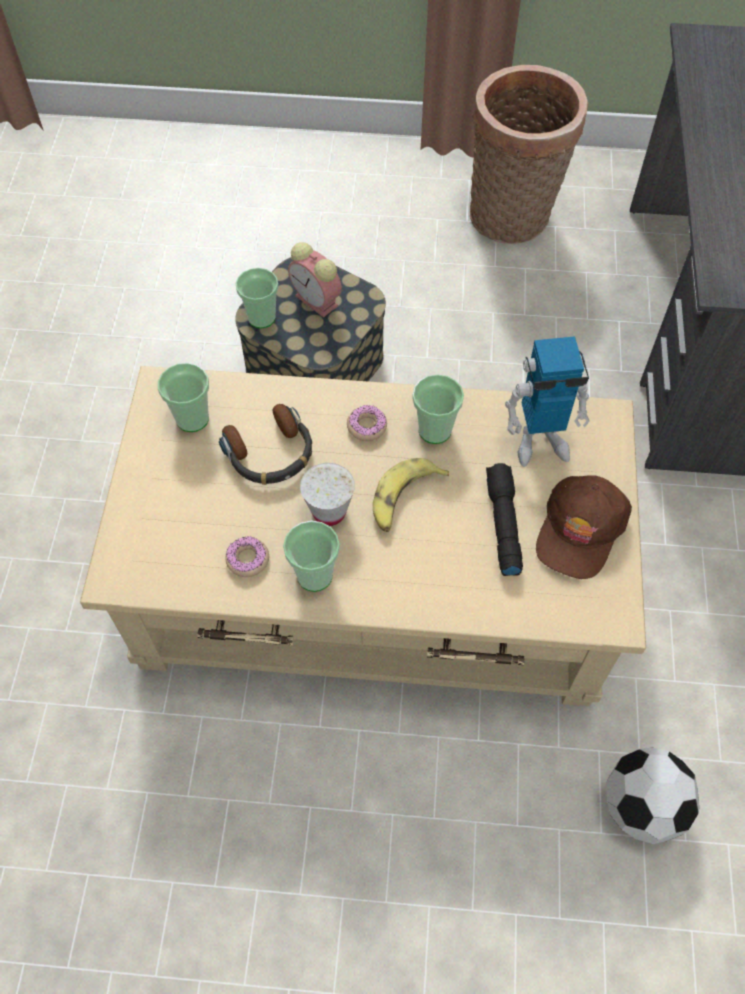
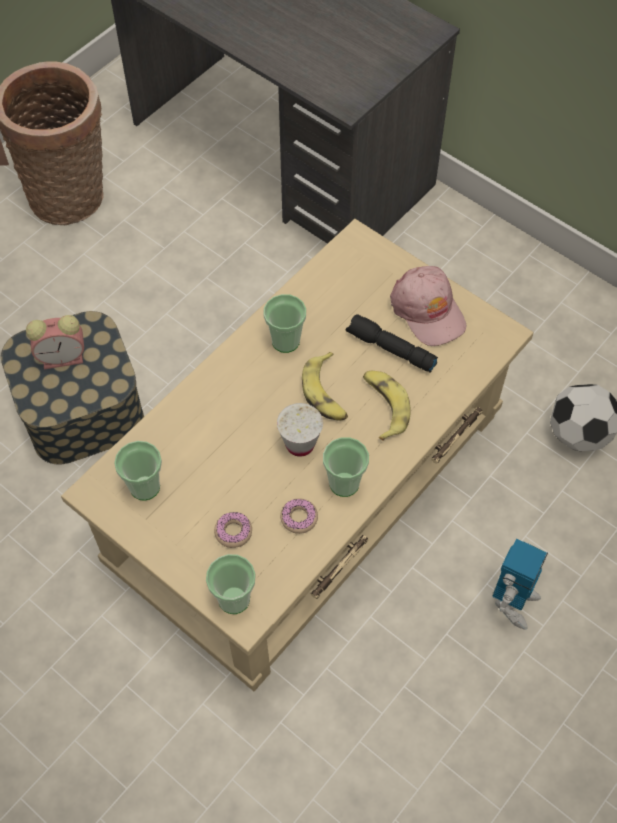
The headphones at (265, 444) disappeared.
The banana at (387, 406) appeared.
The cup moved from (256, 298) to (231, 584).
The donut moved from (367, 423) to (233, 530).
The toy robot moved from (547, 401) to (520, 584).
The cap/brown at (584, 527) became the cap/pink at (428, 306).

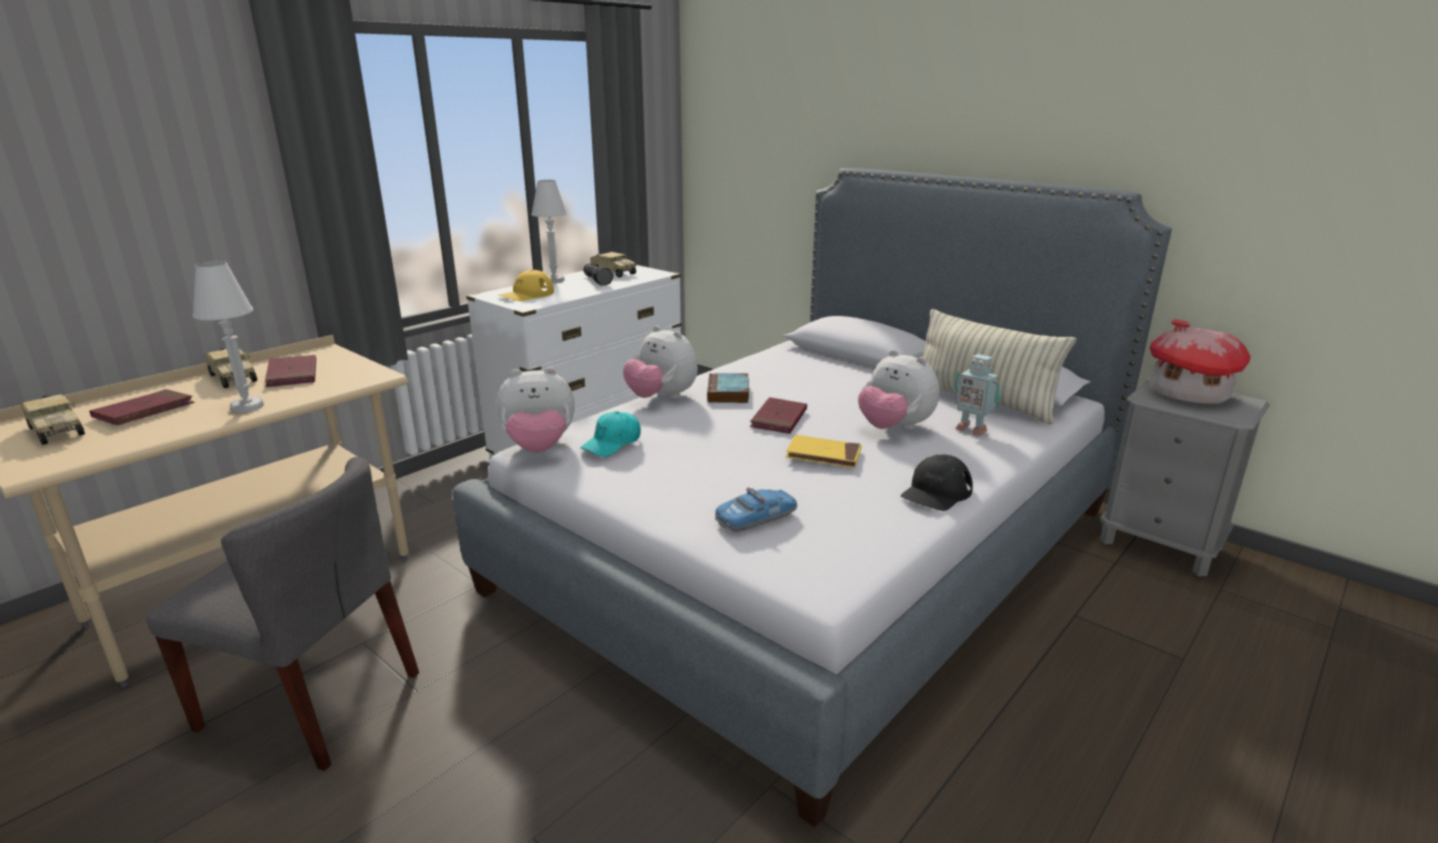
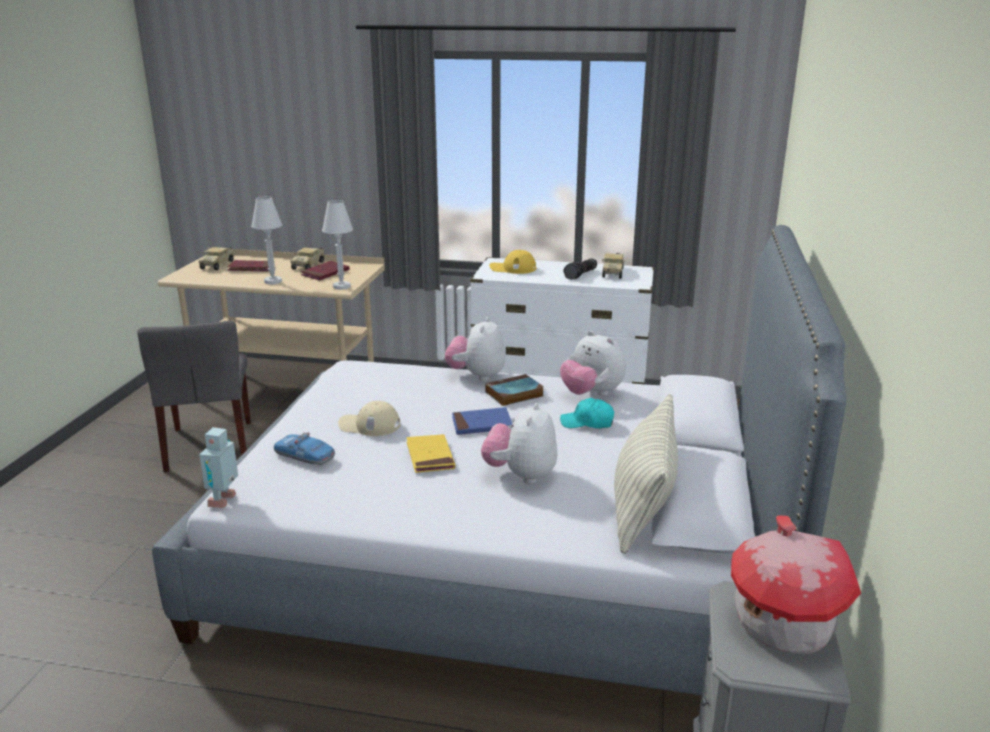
The cap/black at (937, 482) disappeared.
The cap/beige at (369, 418) appeared.
The plush toy moved from (535, 410) to (593, 363).
The table lamp/white moved from (549, 231) to (337, 245).
The cap/turquoise moved from (611, 434) to (587, 413).
The toy robot moved from (977, 395) to (218, 467).
The book/red at (778, 415) became the book/blue at (482, 421).

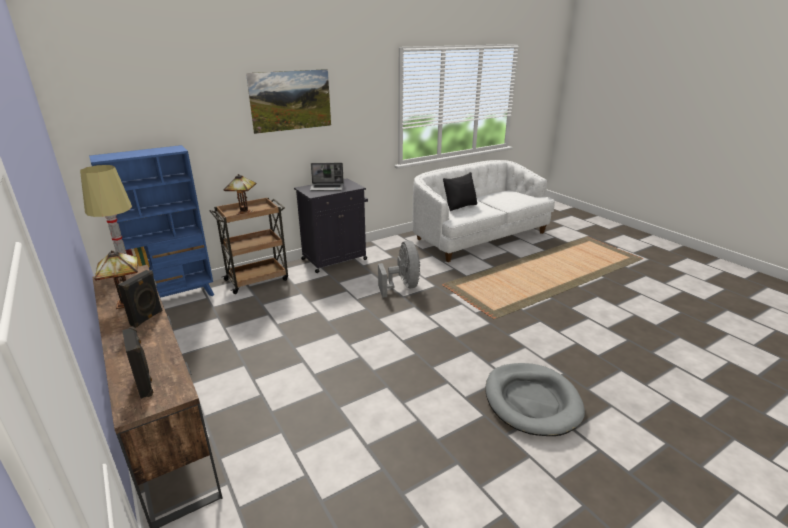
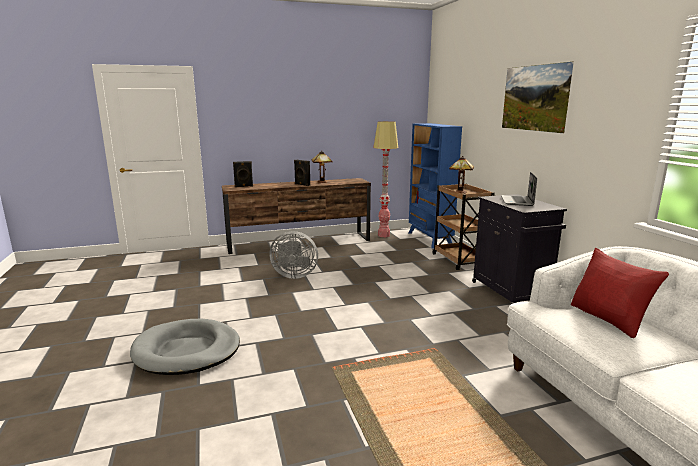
The fan/grey moved from (399, 269) to (293, 255).
The pillow/black at (460, 191) became the pillow/red at (620, 293).

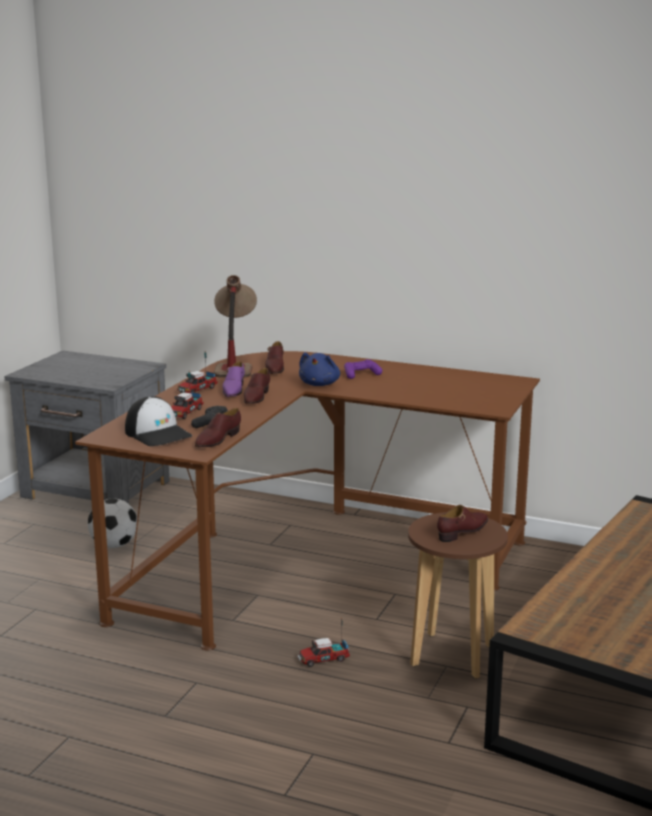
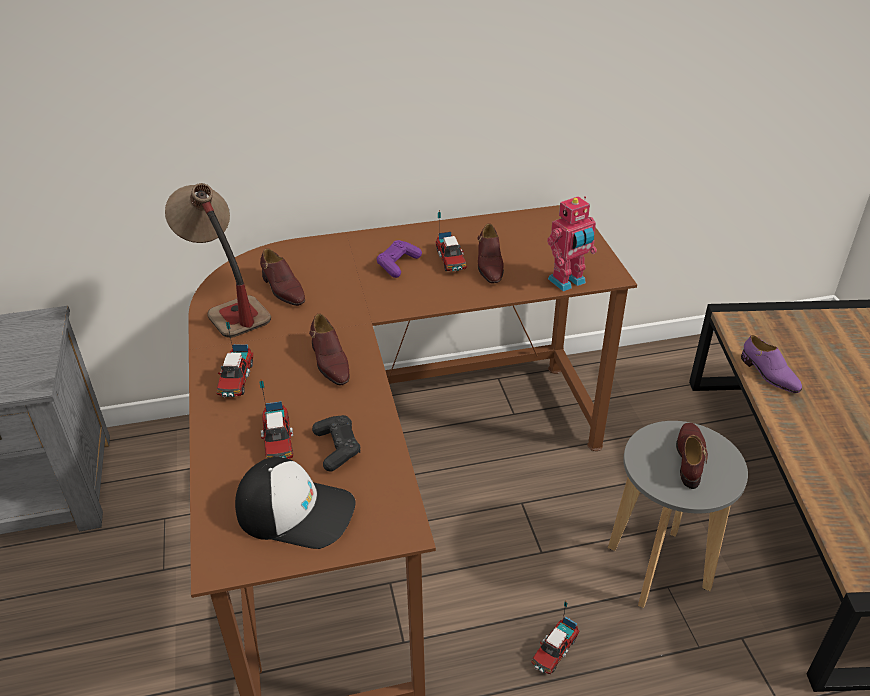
The football at (112, 523) disappeared.
The plush toy/blue at (319, 369) disappeared.
The toy truck at (451, 240) appeared.
The toy robot at (572, 244) appeared.
The shoe/brown moved from (218, 427) to (490, 253).
The shoe/purple moved from (233, 379) to (771, 364).
The stool/brown at (458, 595) became the stool/grey at (678, 514).

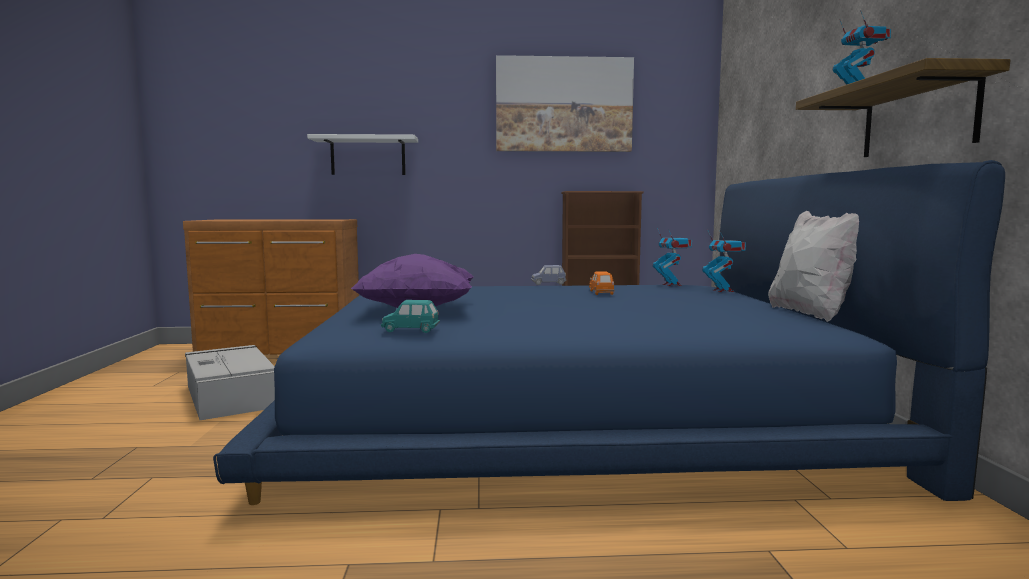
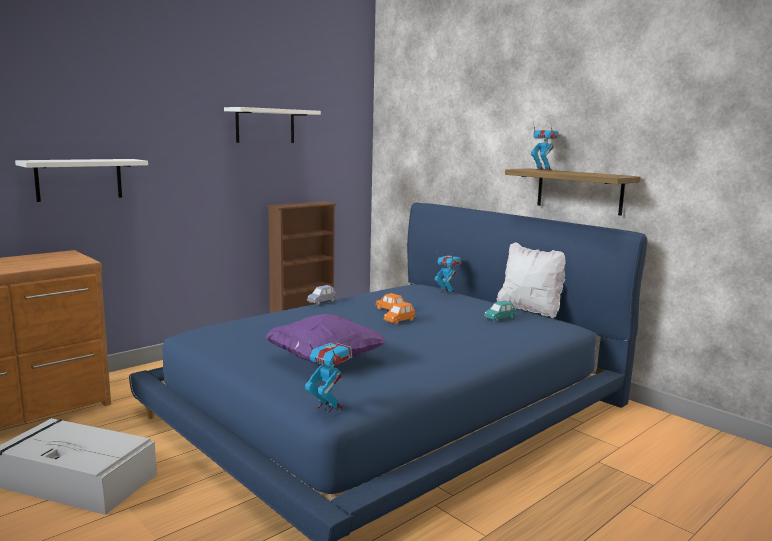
The toy car/orange at (399, 313) appeared.
The toy car/turquoise moved from (410, 316) to (500, 311).
The toy robot moved from (672, 257) to (328, 375).
The picture at (565, 103) was replaced by the shelf/white at (272, 125).

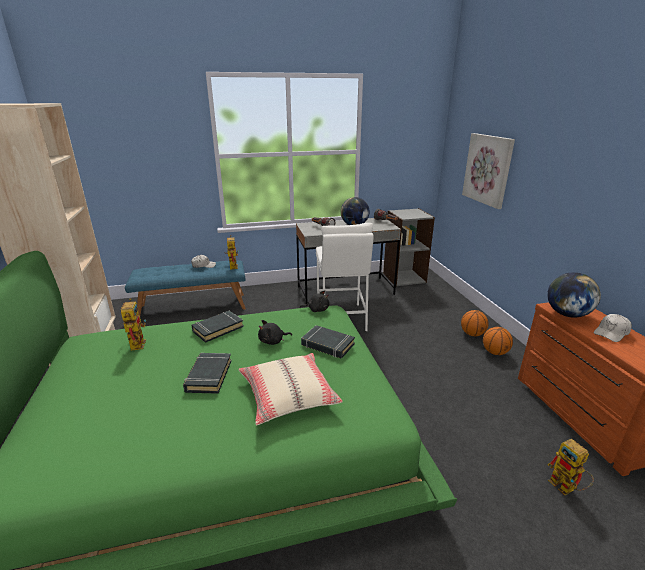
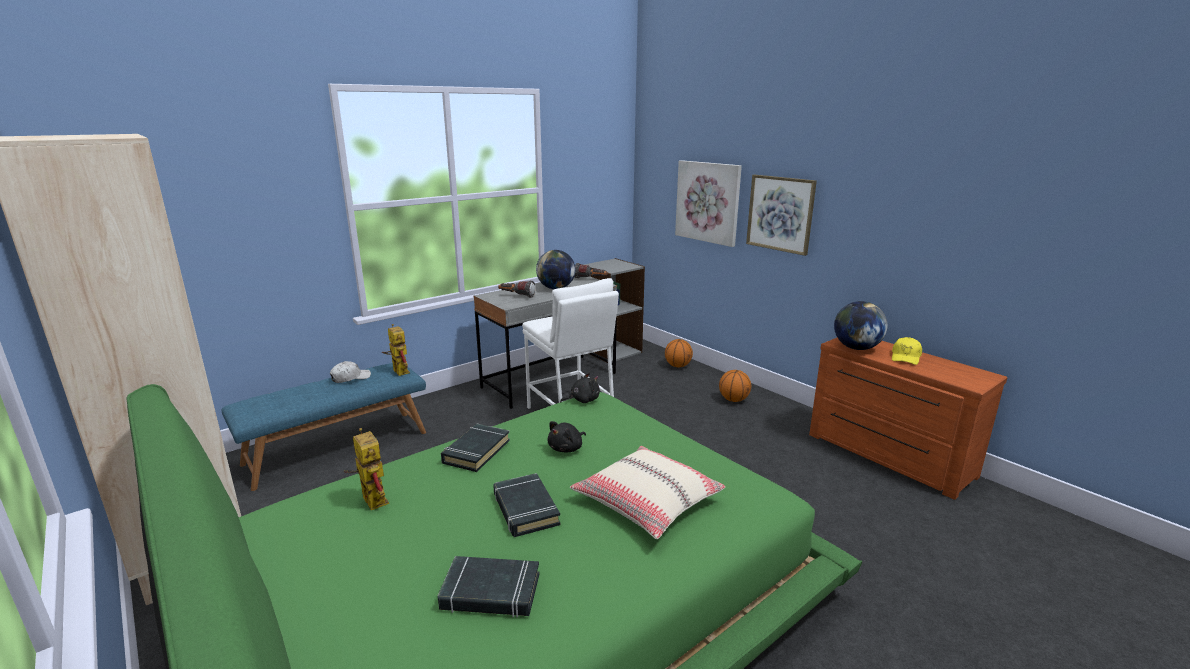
The toy robot at (570, 467) disappeared.
The picture at (781, 215) appeared.
The book/black moved from (328, 342) to (488, 586).
The basketball moved from (498, 341) to (679, 353).
The cap/white at (613, 328) became the cap/yellow at (907, 351).

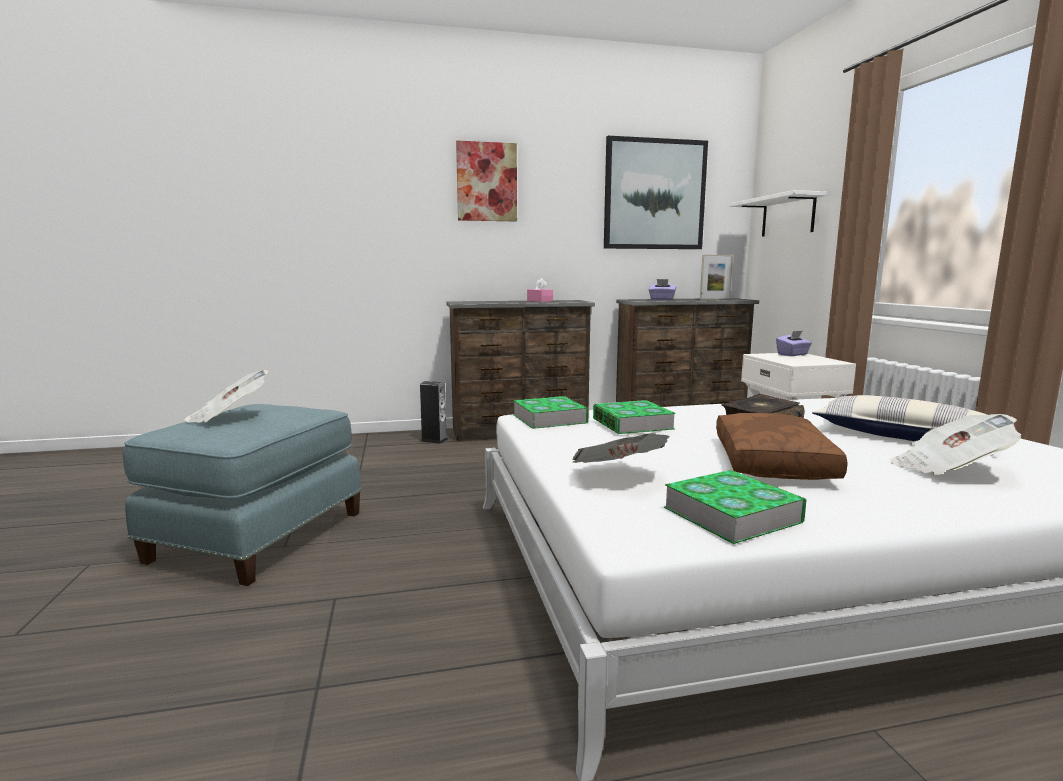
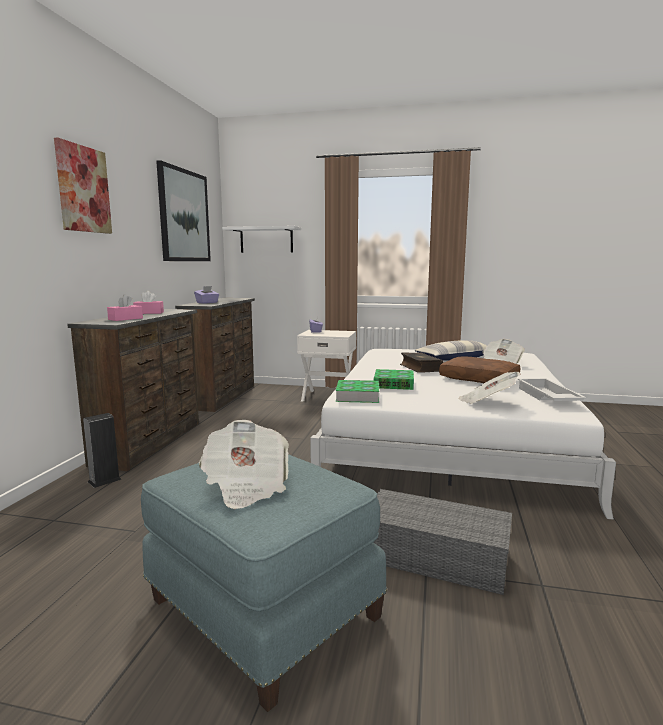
The picture frame at (716, 277) disappeared.
The tissue box/pink at (125, 307) appeared.
The storage box/grey at (442, 542) appeared.
The book at (735, 507) was replaced by the tray/white at (552, 389).

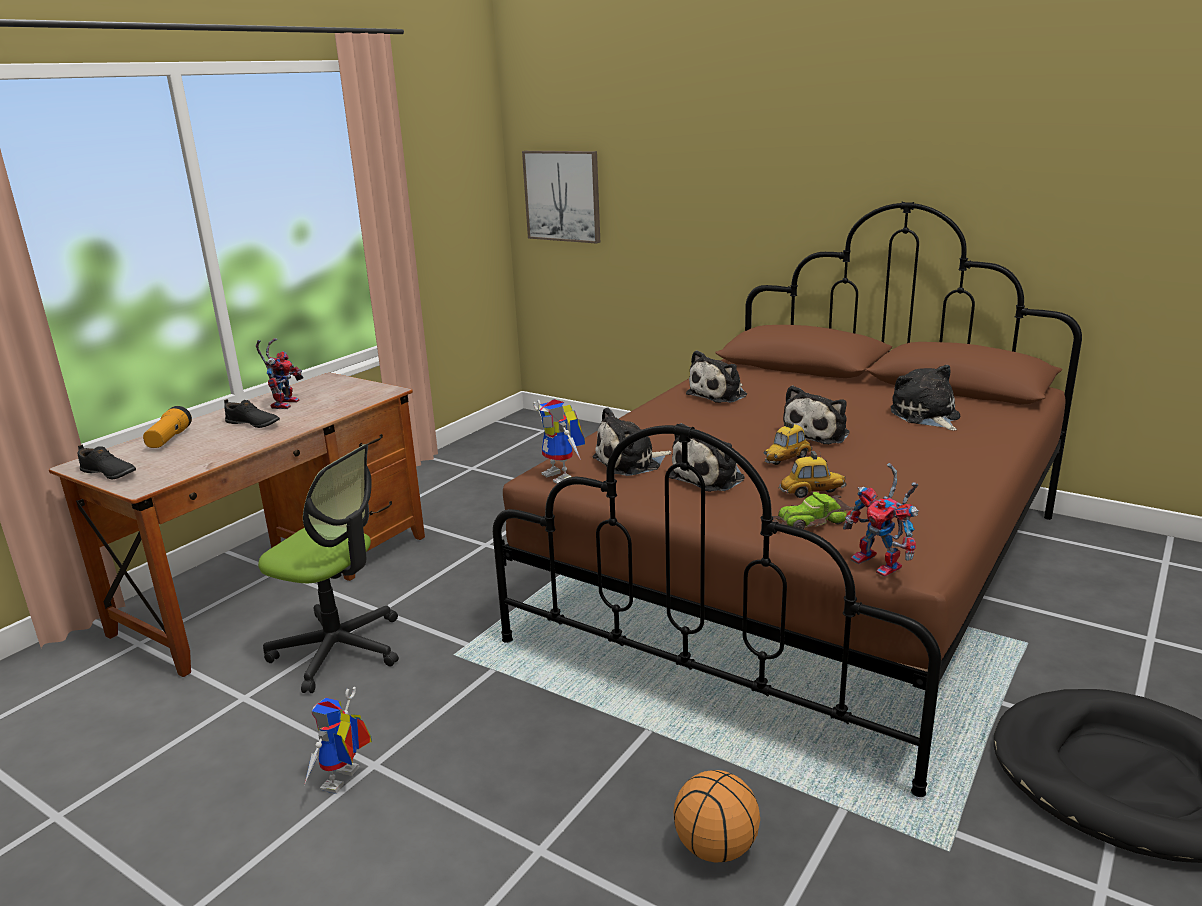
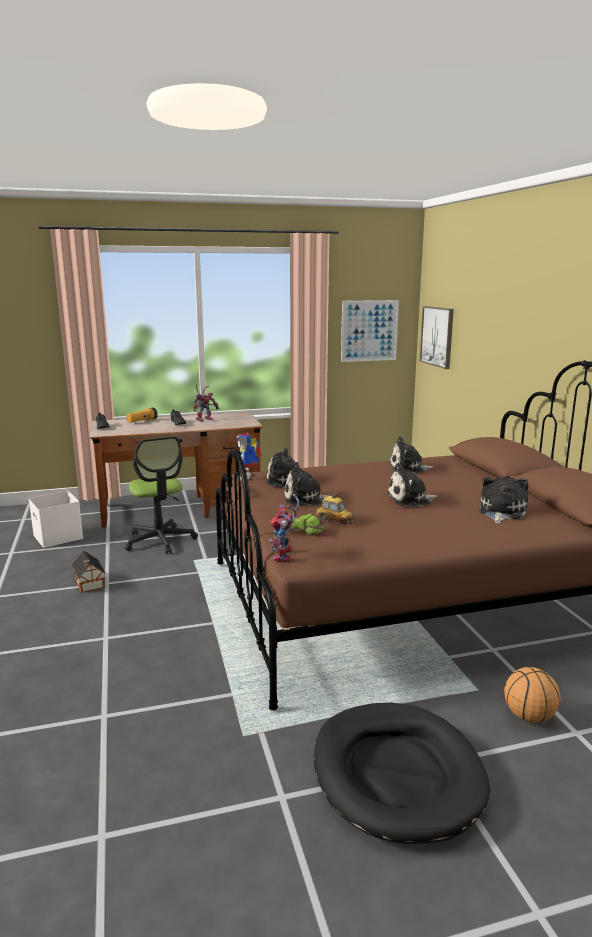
The toy car at (787, 443) disappeared.
The storage box/white at (55, 519) appeared.
The picture at (370, 331) appeared.
The basketball moved from (716, 816) to (532, 695).
The toy robot at (338, 740) was replaced by the toy house at (88, 572).

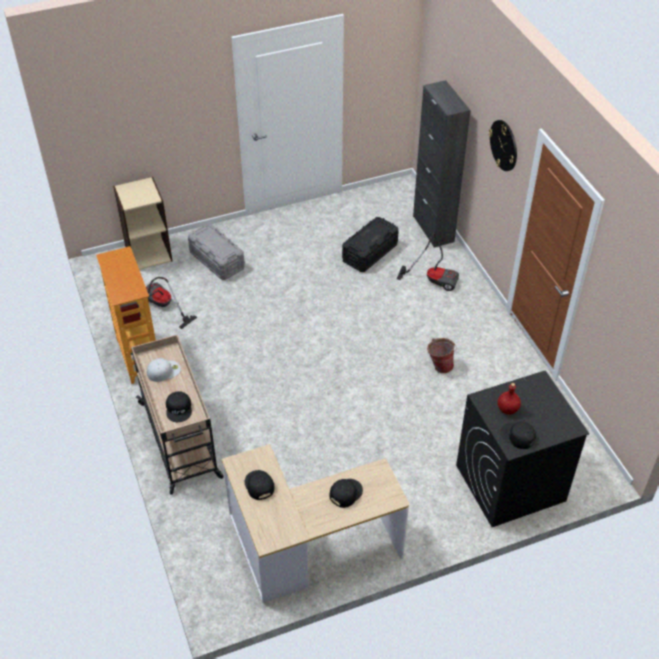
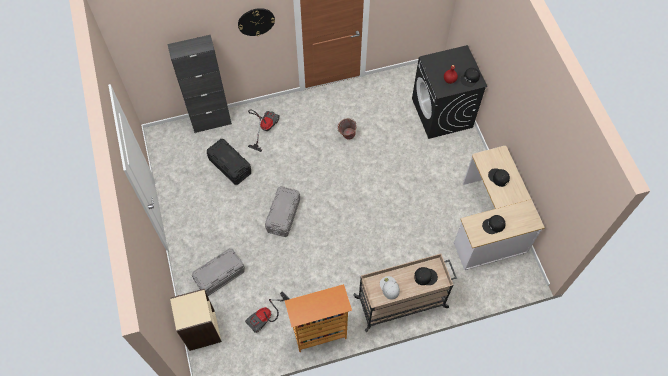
The storage box/grey at (282, 211) appeared.

